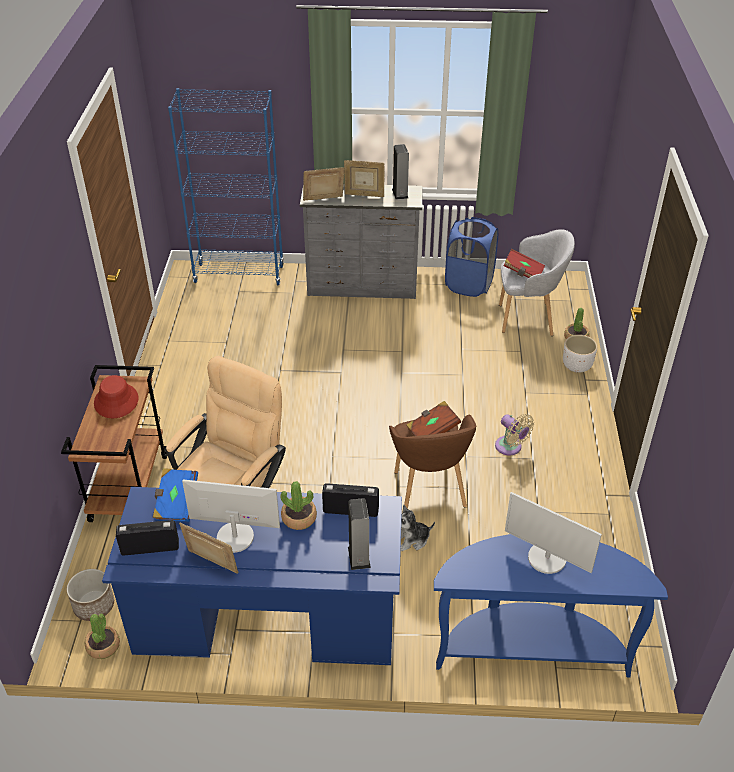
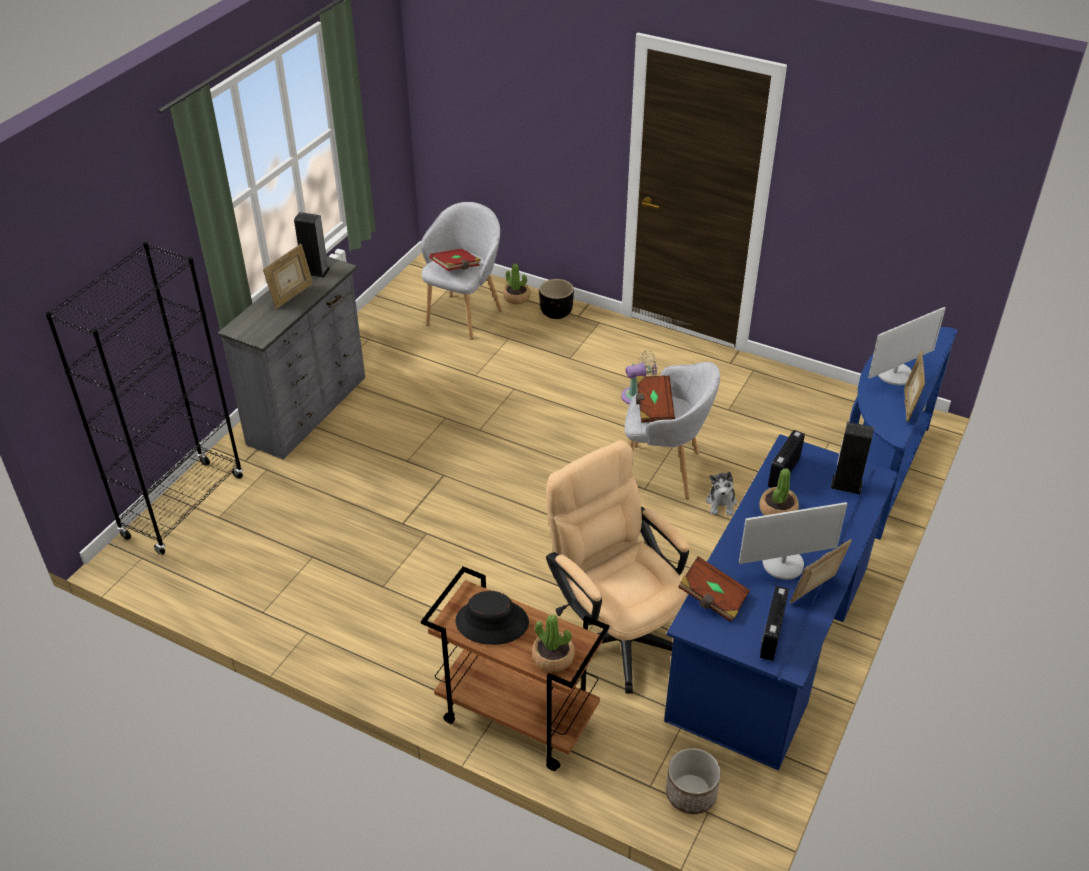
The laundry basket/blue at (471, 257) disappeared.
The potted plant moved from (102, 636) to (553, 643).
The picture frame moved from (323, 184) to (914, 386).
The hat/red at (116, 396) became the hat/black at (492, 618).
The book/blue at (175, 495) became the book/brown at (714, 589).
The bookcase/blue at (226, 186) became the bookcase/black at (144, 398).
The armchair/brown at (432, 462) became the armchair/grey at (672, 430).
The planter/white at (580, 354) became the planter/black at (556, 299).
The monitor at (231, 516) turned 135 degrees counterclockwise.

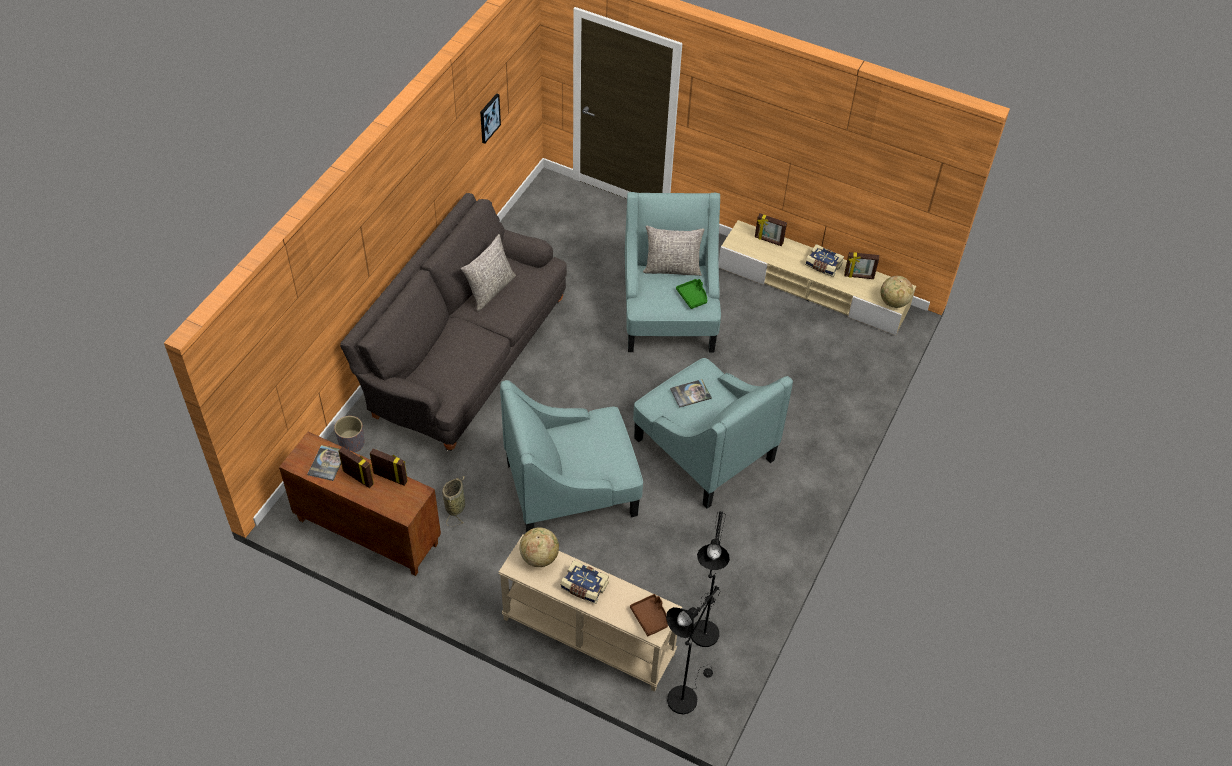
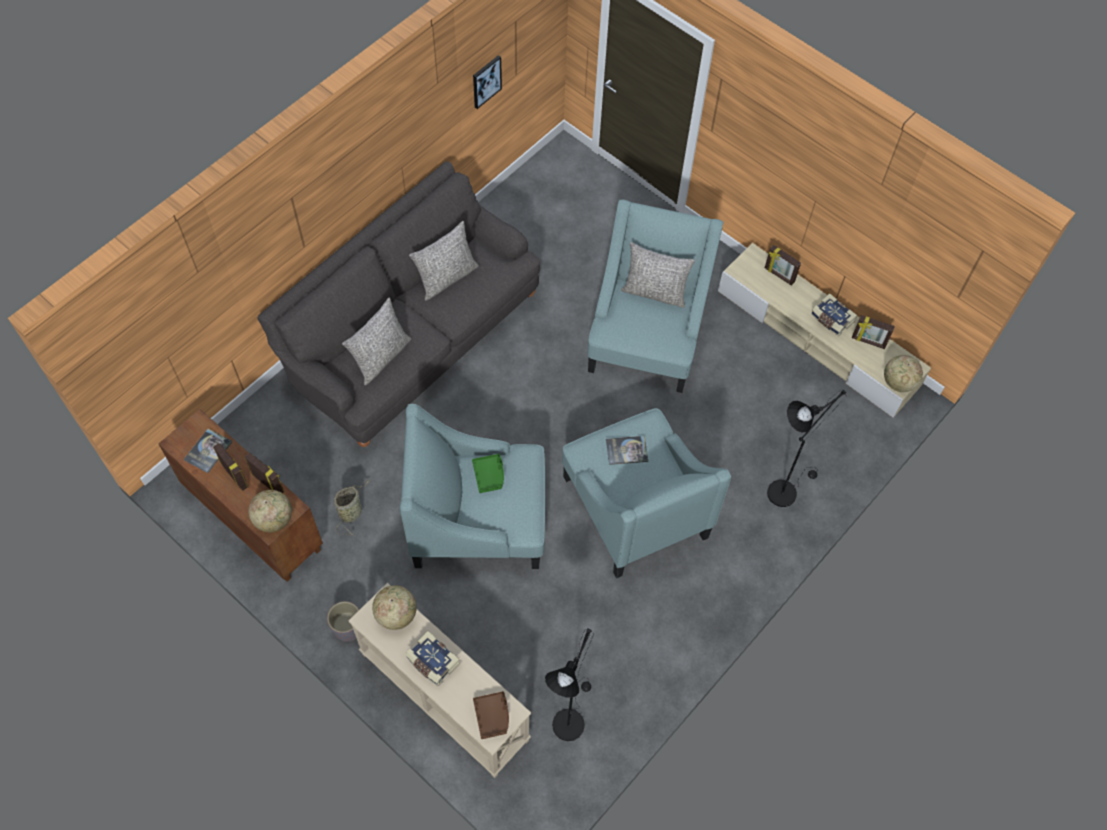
The globe at (270, 511) appeared.
The pillow/grey at (376, 341) appeared.
The planter/grey moved from (349, 434) to (343, 621).
The floor lamp/black moved from (692, 649) to (806, 448).
The tray/green moved from (691, 294) to (488, 473).

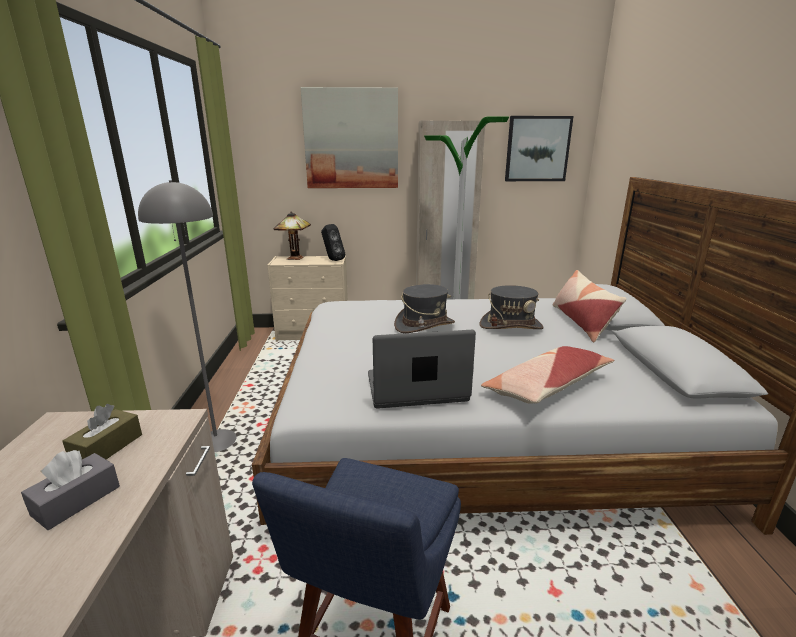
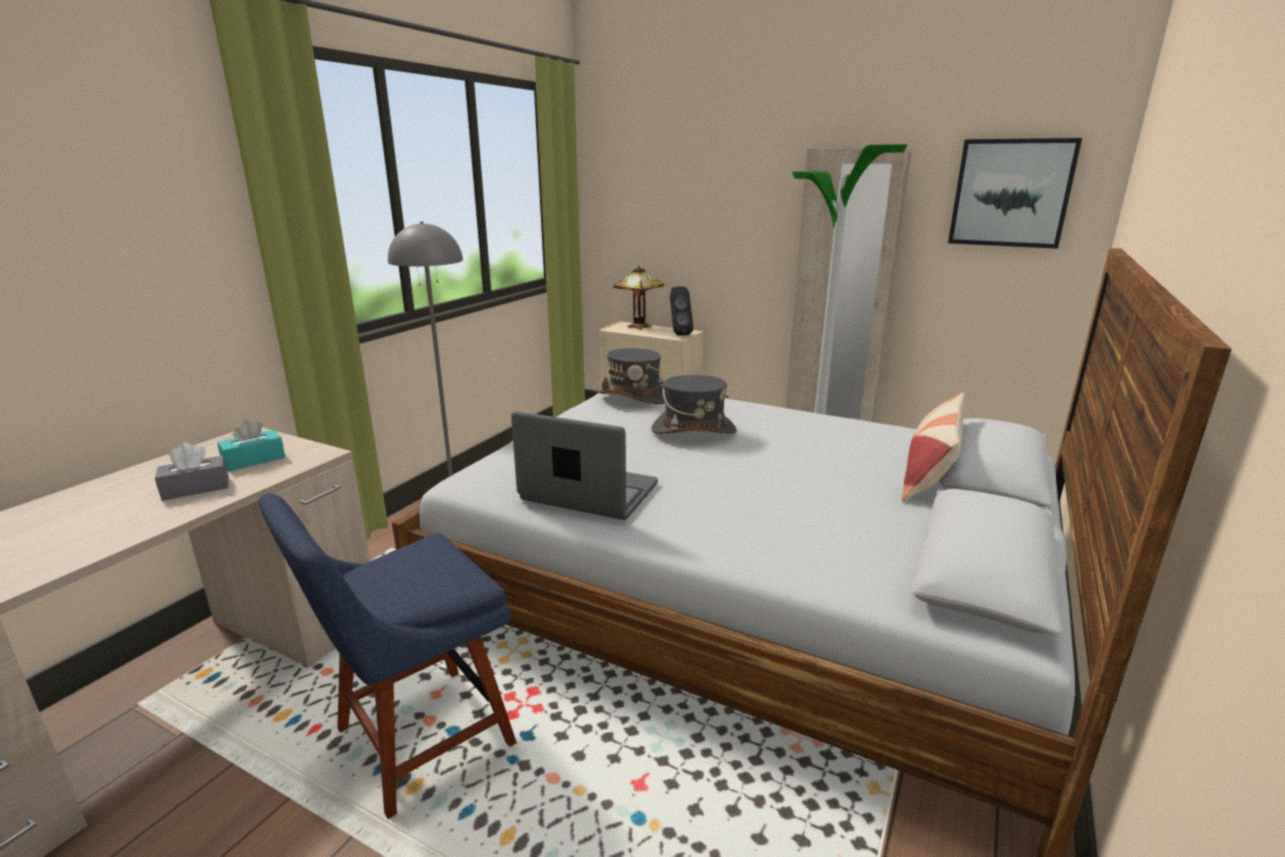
The picture at (349, 137) disappeared.
The pillow at (547, 375) disappeared.
The hat/grey moved from (511, 307) to (631, 376).
The tissue box/brown at (102, 431) became the tissue box/turquoise at (251, 445).

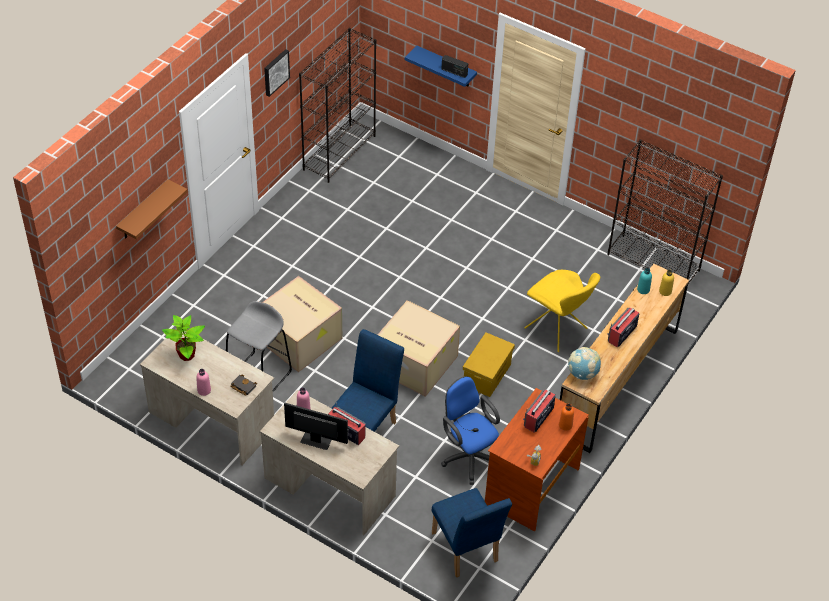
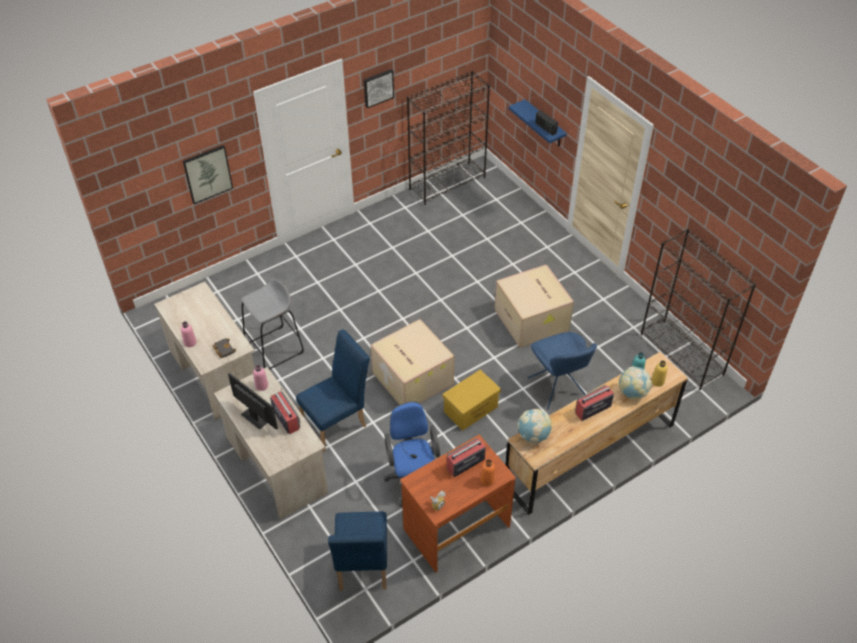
The potted plant at (183, 338) disappeared.
The globe at (635, 383) appeared.
The cardboard box moved from (302, 324) to (534, 306).
The shelf/brown at (151, 209) was replaced by the picture at (208, 174).
The chair/yellow at (562, 311) became the chair/blue at (562, 371).

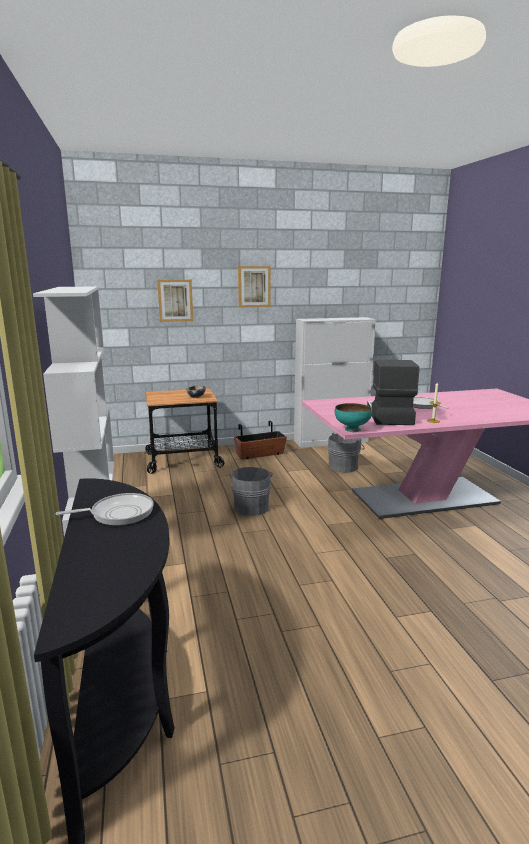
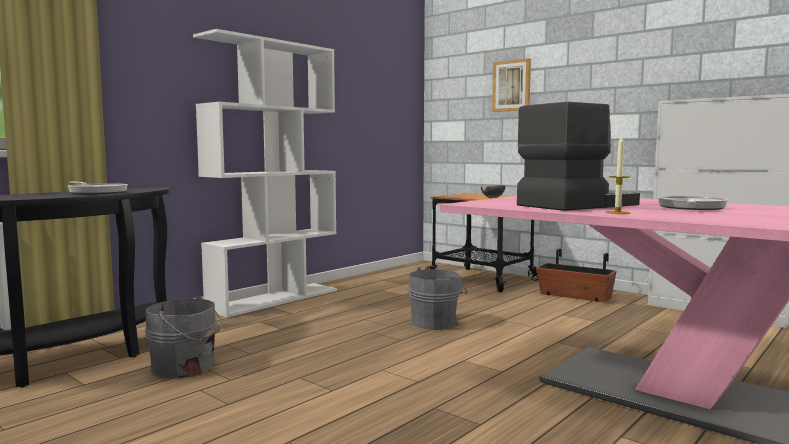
The picture at (254, 286) disappeared.
The bowl/turquoise at (353, 417) disappeared.
The bucket/grey moved from (346, 453) to (184, 336).

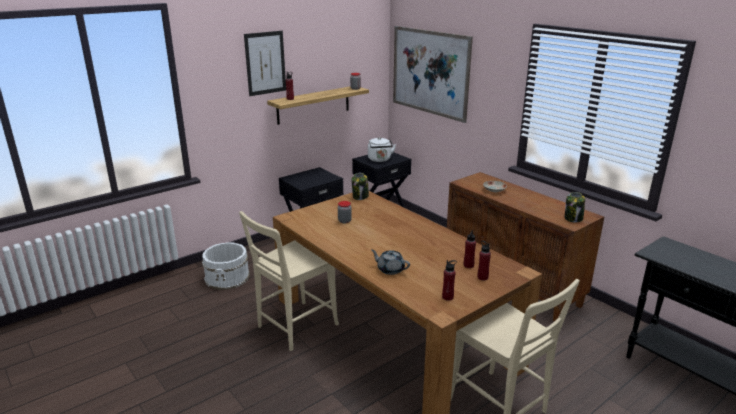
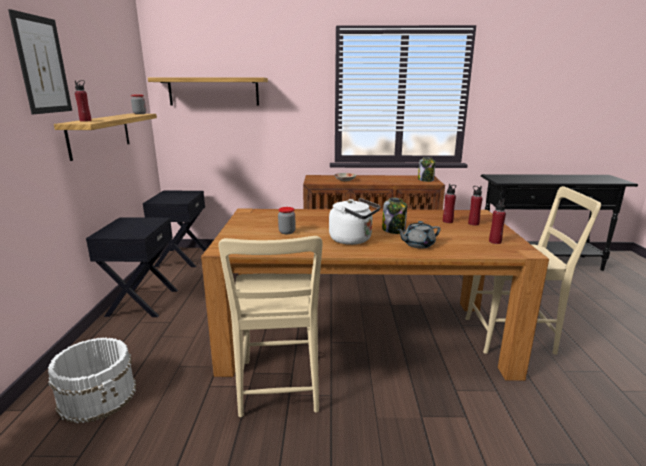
The jar moved from (360, 186) to (394, 216).
The kettle/white moved from (382, 149) to (355, 221).
The picture at (433, 74) was replaced by the shelf at (208, 91).

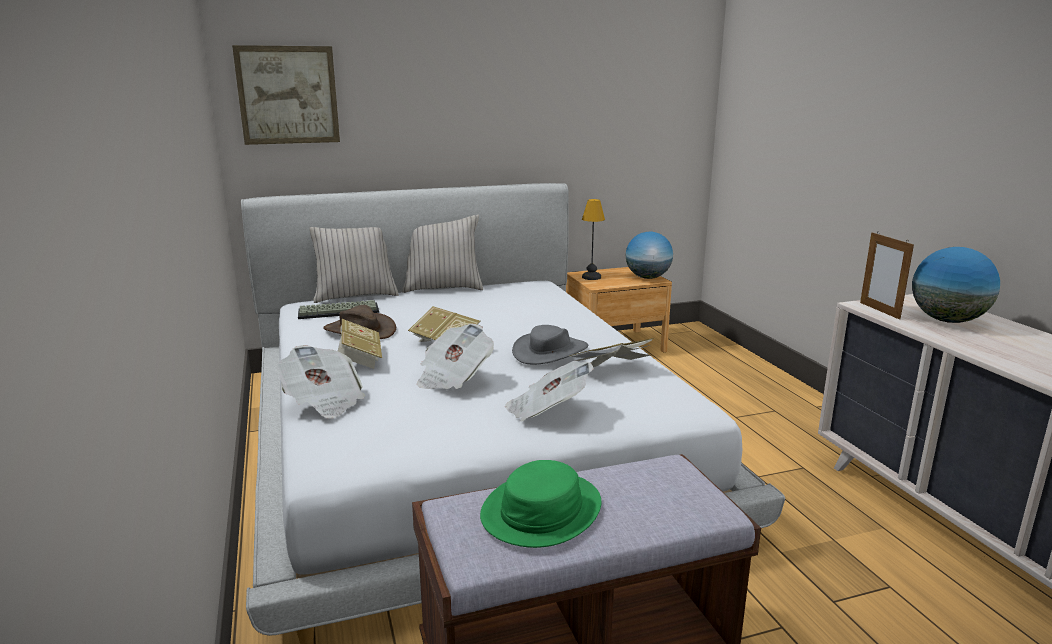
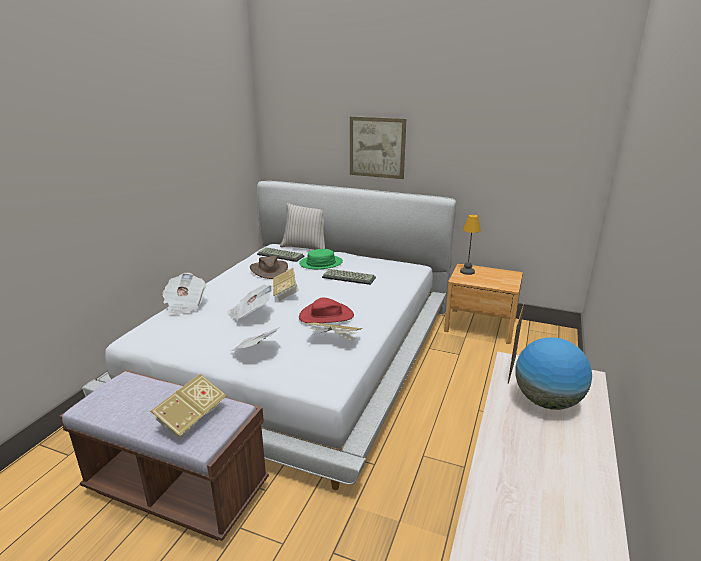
The pillow/beige at (442, 254) disappeared.
The globe at (649, 255) disappeared.
The keyboard at (349, 277) appeared.
The picture moved from (286, 95) to (378, 147).
The book moved from (360, 344) to (189, 407).
The hat/green moved from (540, 504) to (321, 259).
The hat/grey at (550, 344) became the hat/red at (326, 310).

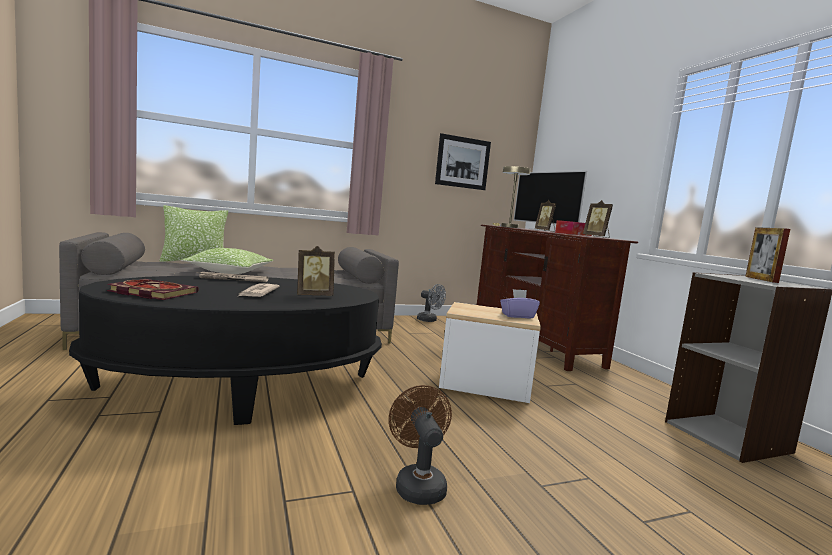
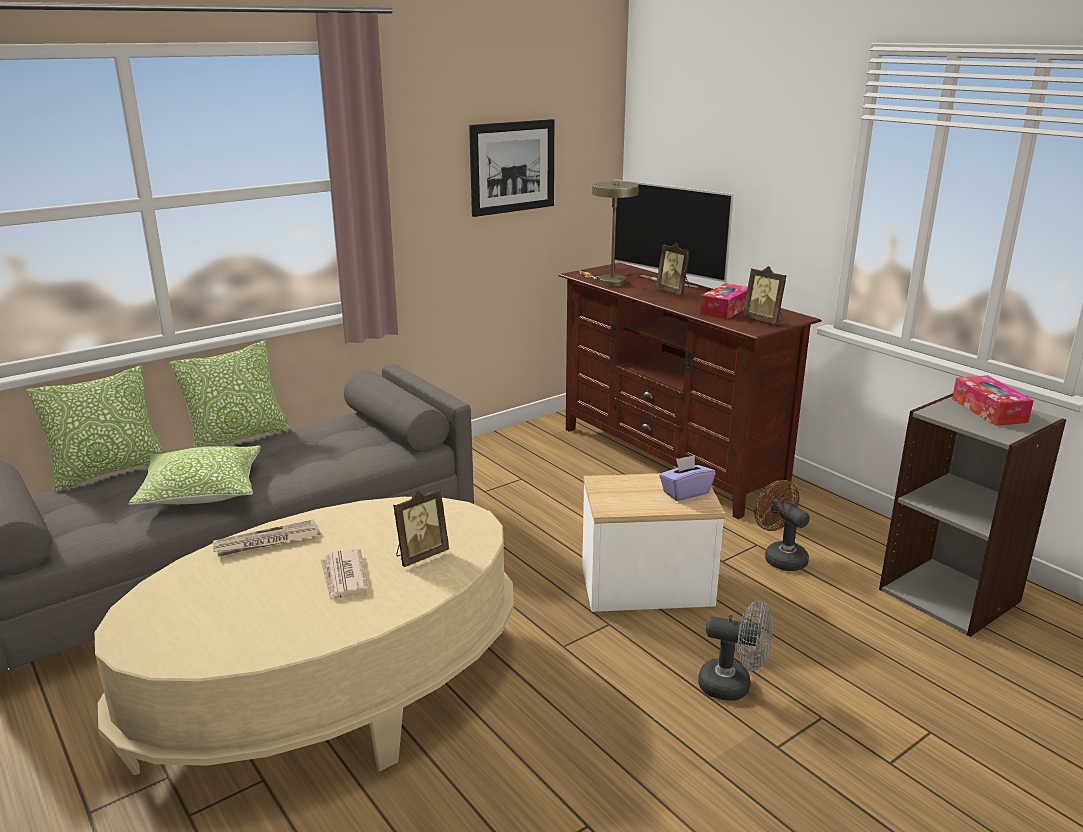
The book at (153, 289) disappeared.
The pillow at (230, 394) appeared.
The fan/brown moved from (420, 445) to (782, 525).
The fan/grey moved from (431, 303) to (735, 650).
The picture frame at (767, 255) was replaced by the tissue box at (993, 400).
The coffee table/black at (225, 350) became the coffee table/beige at (304, 636).

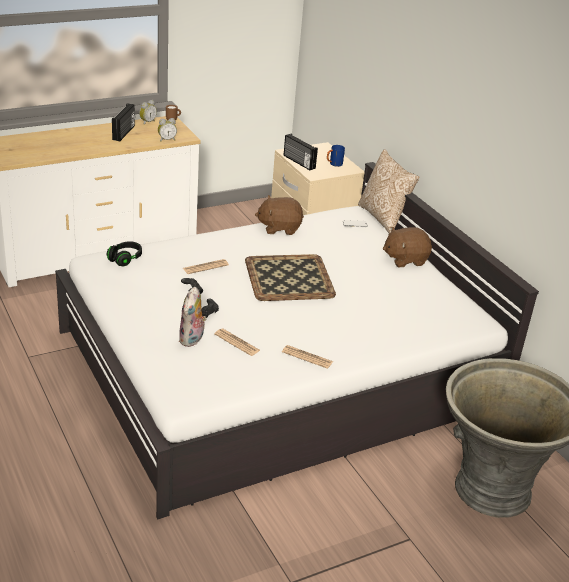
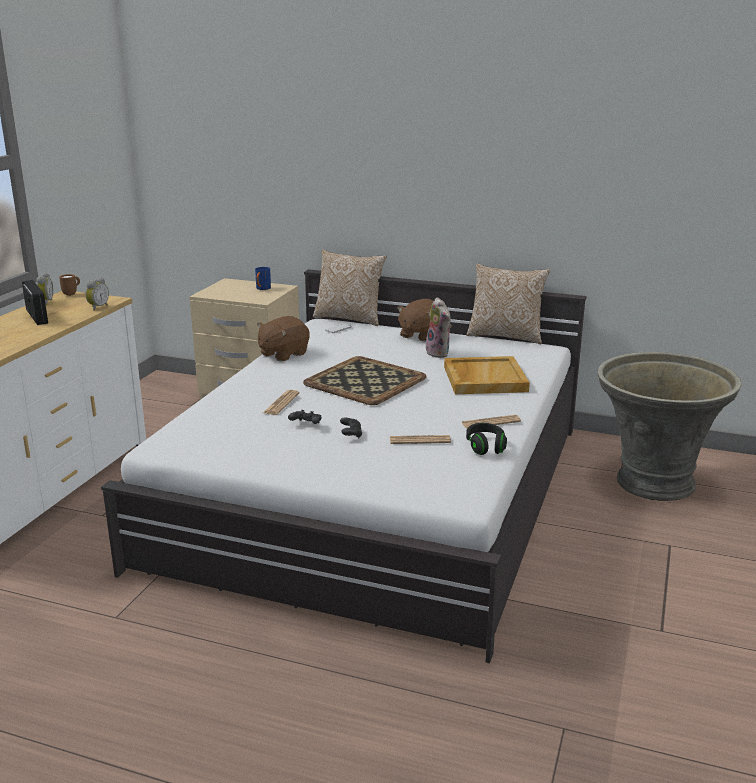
The radio at (301, 152) disappeared.
The tray/beige at (487, 375) appeared.
The pillow at (508, 304) appeared.
The headphones/black moved from (124, 253) to (486, 439).
The plush toy moved from (193, 317) to (438, 327).

